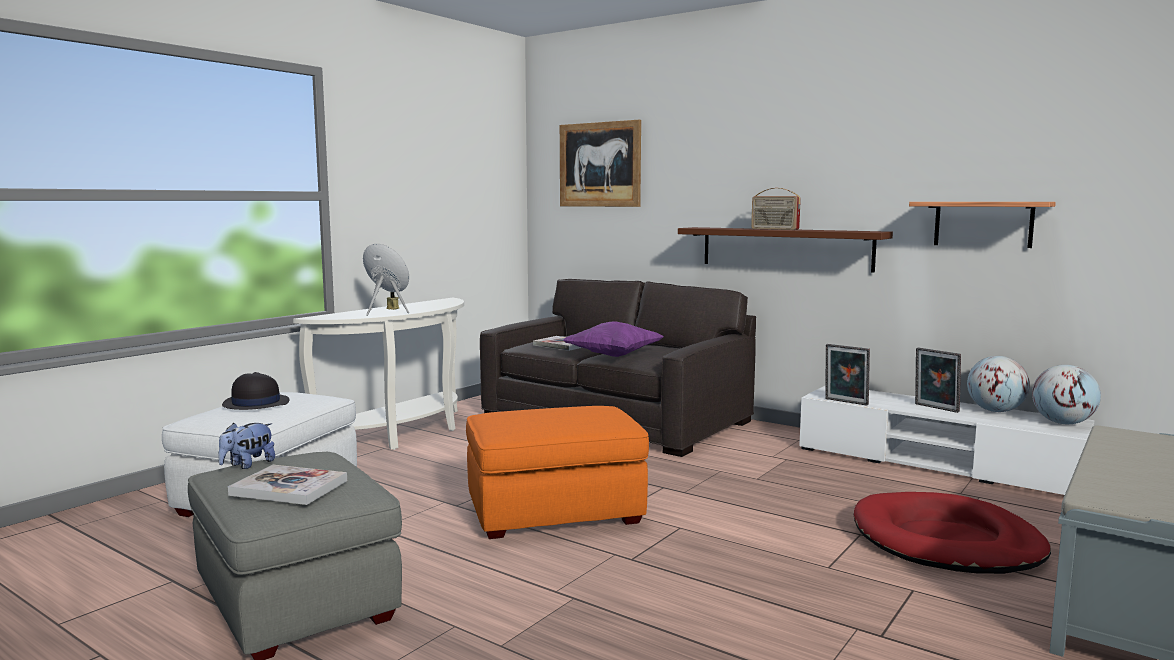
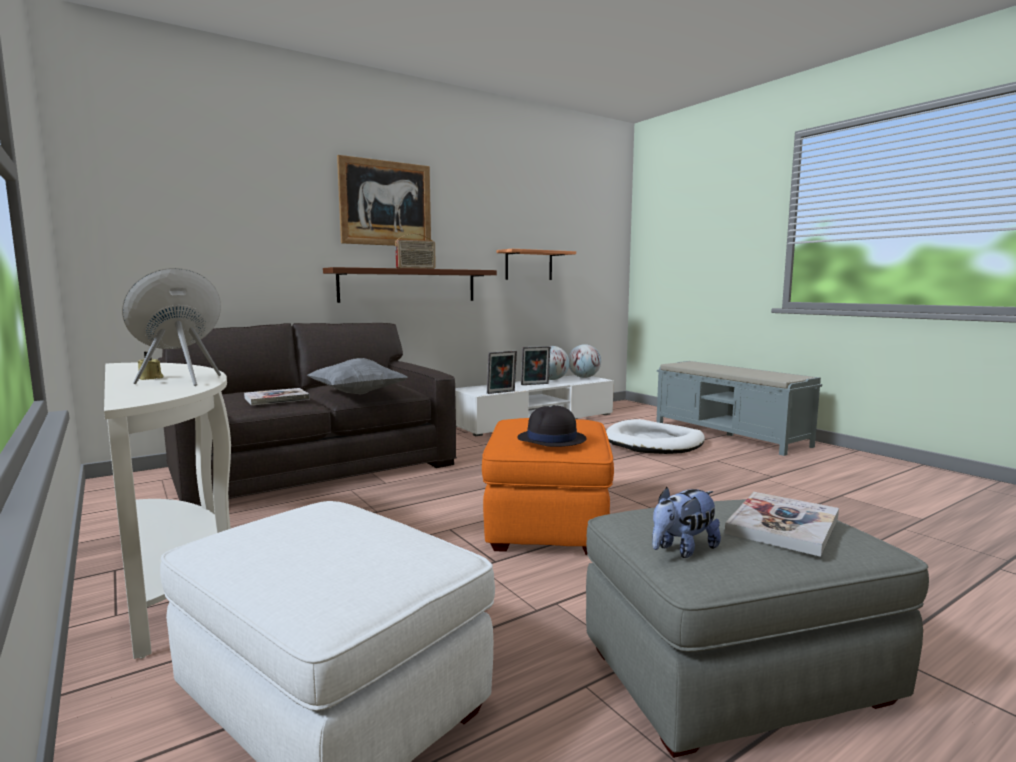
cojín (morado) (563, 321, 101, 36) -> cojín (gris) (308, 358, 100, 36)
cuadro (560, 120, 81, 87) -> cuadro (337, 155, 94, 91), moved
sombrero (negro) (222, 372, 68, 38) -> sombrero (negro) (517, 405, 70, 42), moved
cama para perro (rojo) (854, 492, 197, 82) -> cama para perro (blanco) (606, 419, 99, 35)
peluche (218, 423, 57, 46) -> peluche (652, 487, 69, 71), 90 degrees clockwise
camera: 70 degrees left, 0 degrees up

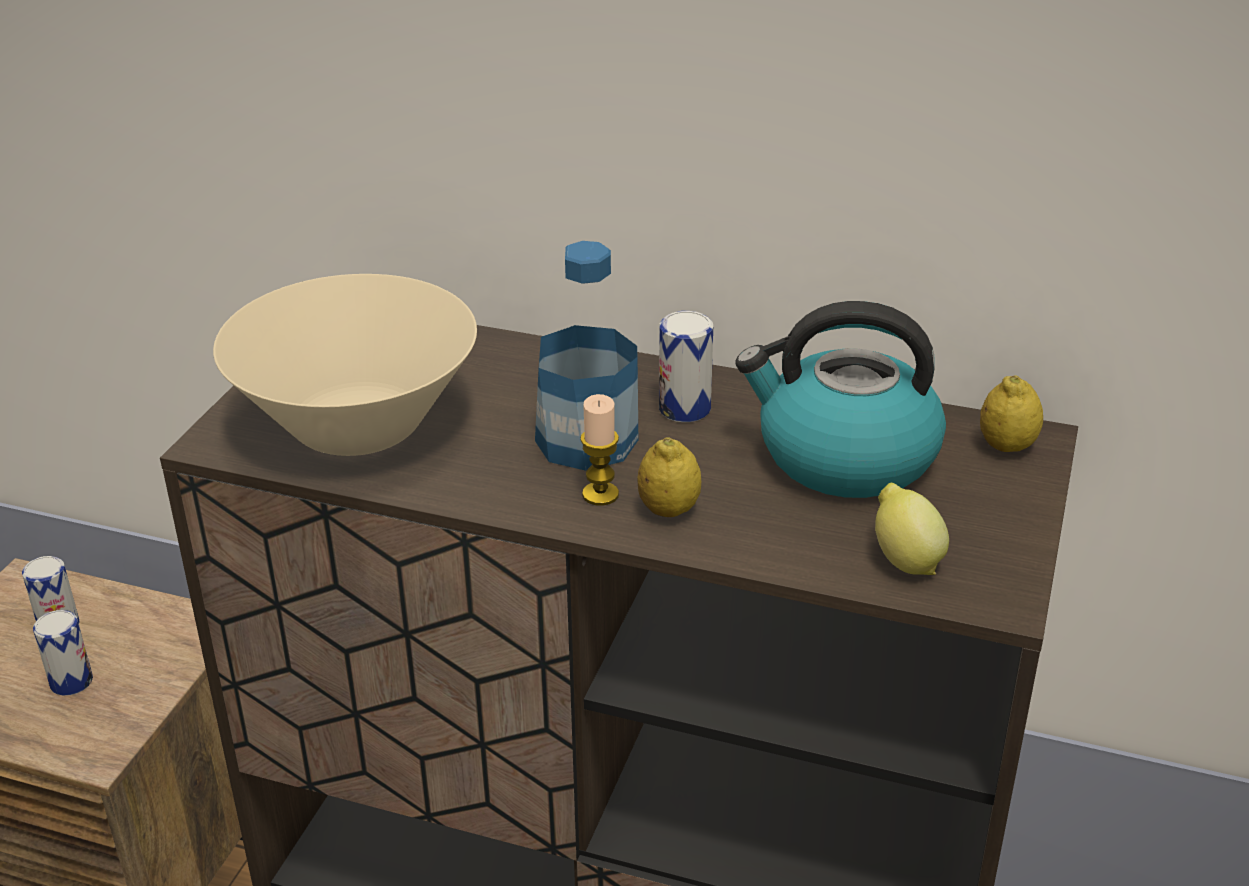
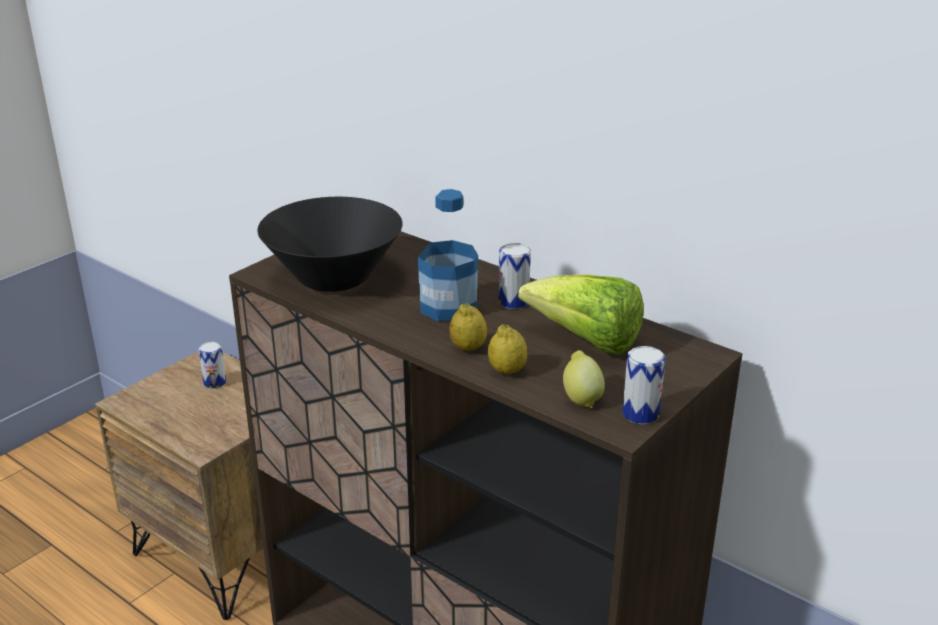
cuenco (beis) (213, 274, 264, 182) -> cuenco (negro) (258, 197, 145, 95)
limón (980, 376, 63, 76) -> limón (488, 325, 40, 49), moved
hervidor (735, 301, 211, 197) -> lechuga (518, 274, 125, 81)
lata (33, 610, 60, 86) -> lata (622, 346, 44, 78), moved
vela (580, 394, 39, 112) -> none
camera: 20 degrees right, 5 degrees down

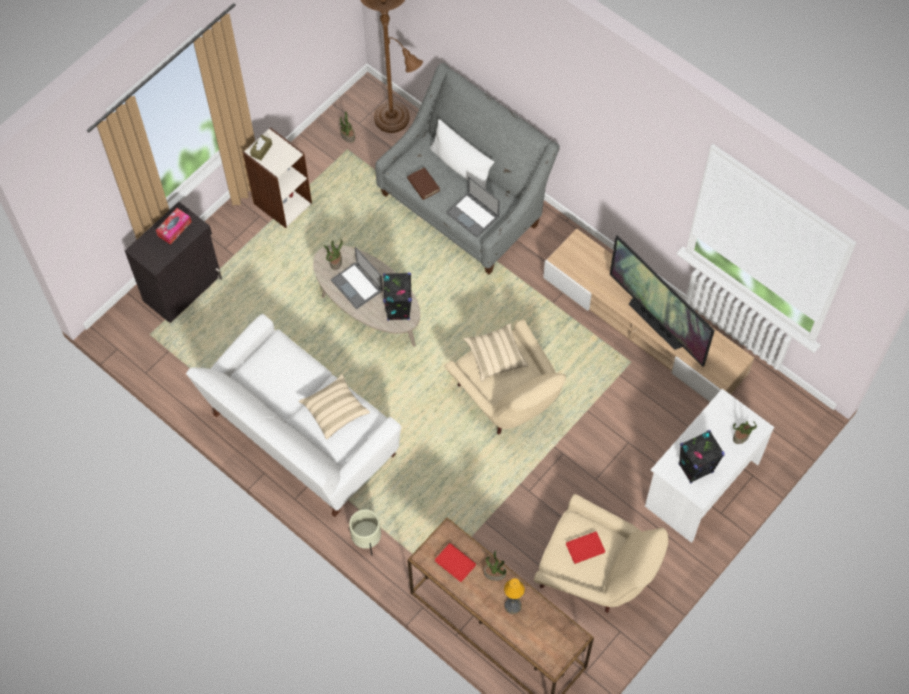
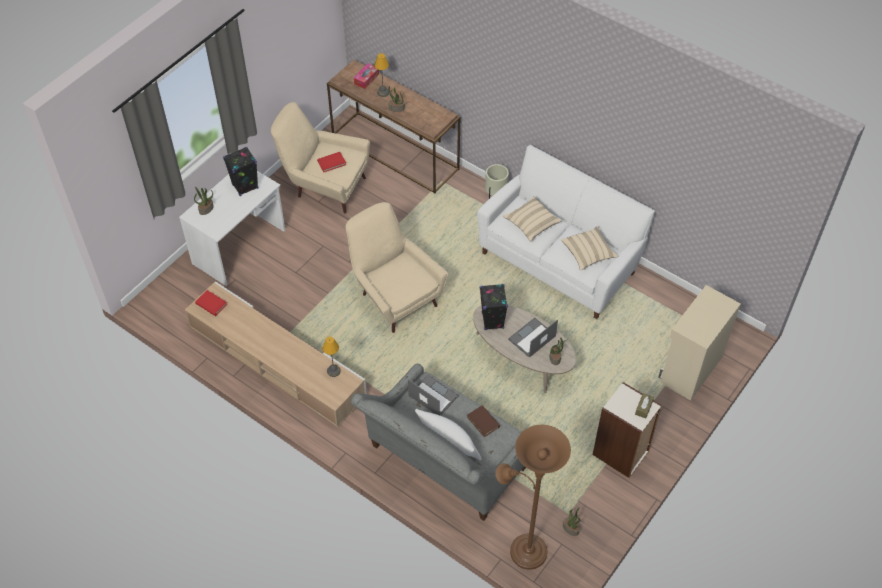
libro (rojo) (435, 543, 41, 39) -> libro (rojo) (195, 290, 32, 26), moved
none -> lámpara de mesa (323, 337, 18, 40)
caja de pañuelos (156, 208, 35, 37) -> caja de pañuelos (354, 63, 25, 26), moved
portátil (331, 247, 52, 62) -> portátil (508, 318, 50, 40), 90 degrees counterclockwise
cojín (beis) (464, 323, 64, 59) -> cojín (beis) (561, 226, 57, 44), moved
armario (negro) (125, 202, 97, 121) -> armario (beis) (658, 285, 83, 116)
televisor (610, 235, 105, 132) -> none
camera: 175 degrees right, 10 degrees down

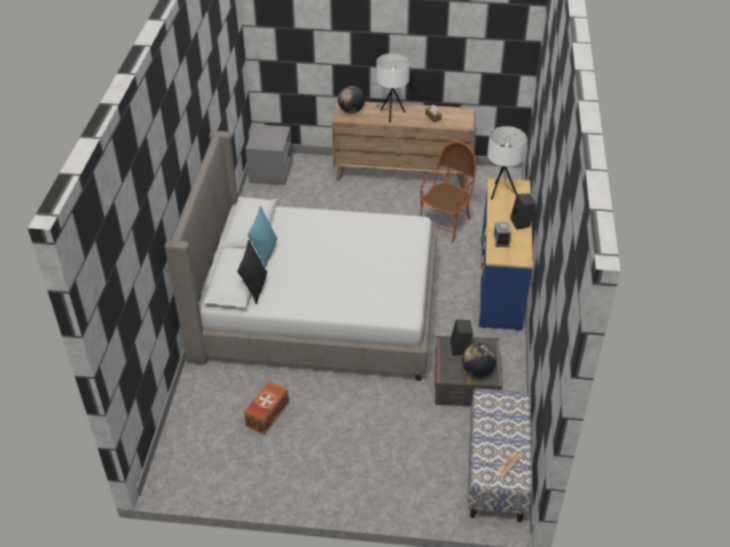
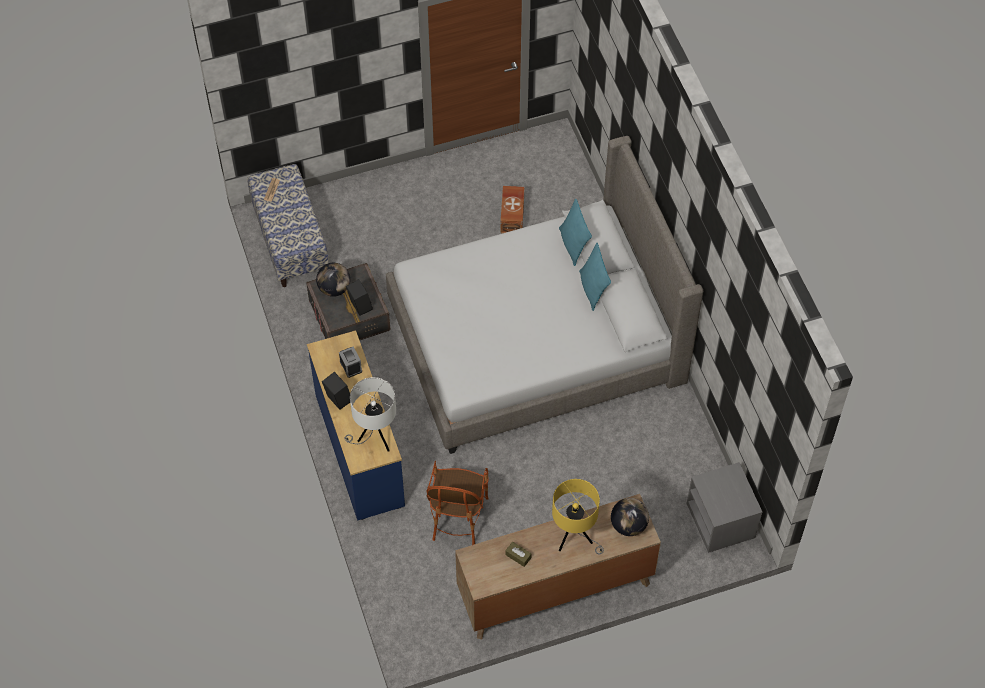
lámpara de mesa (blanco) (376, 53, 34, 69) -> lámpara de mesa (amarillo) (552, 479, 52, 75)
cojín (negro) (237, 240, 30, 64) -> cojín (turquesa) (559, 199, 33, 67)
camera: 155 degrees right, 15 degrees up

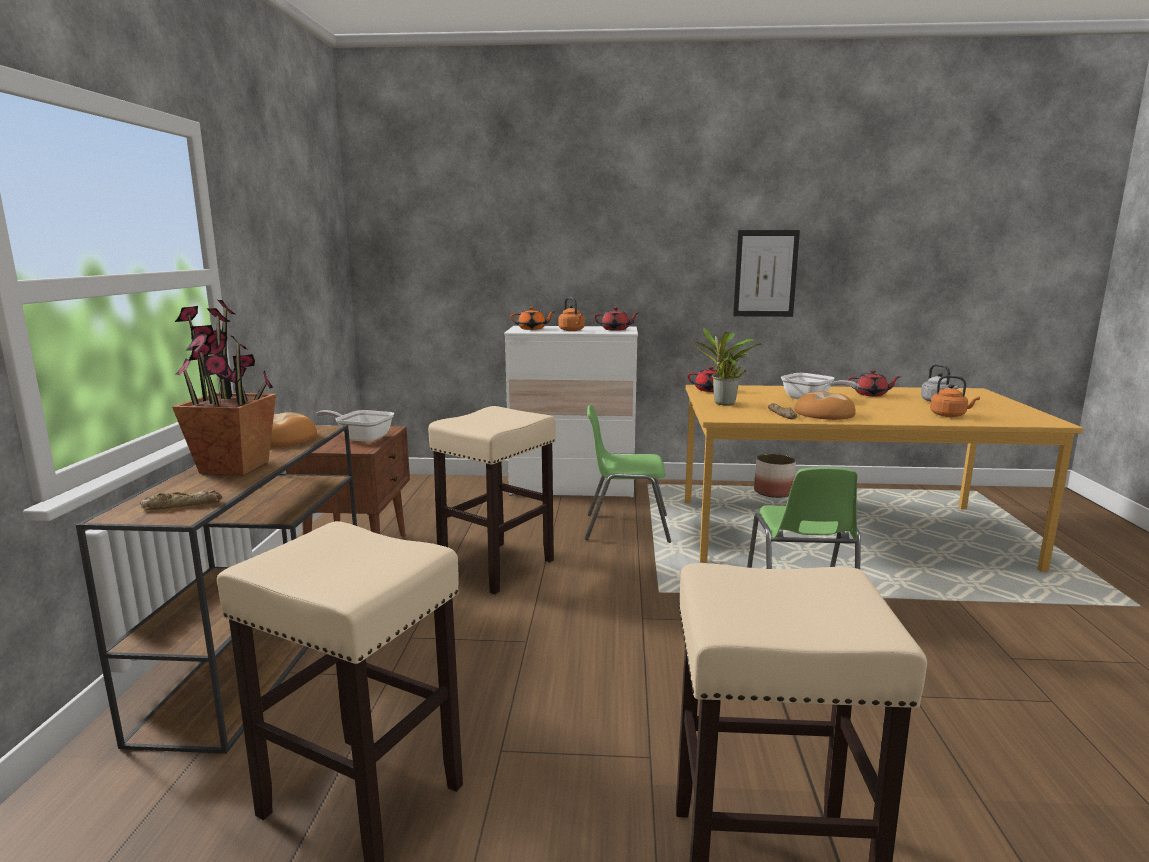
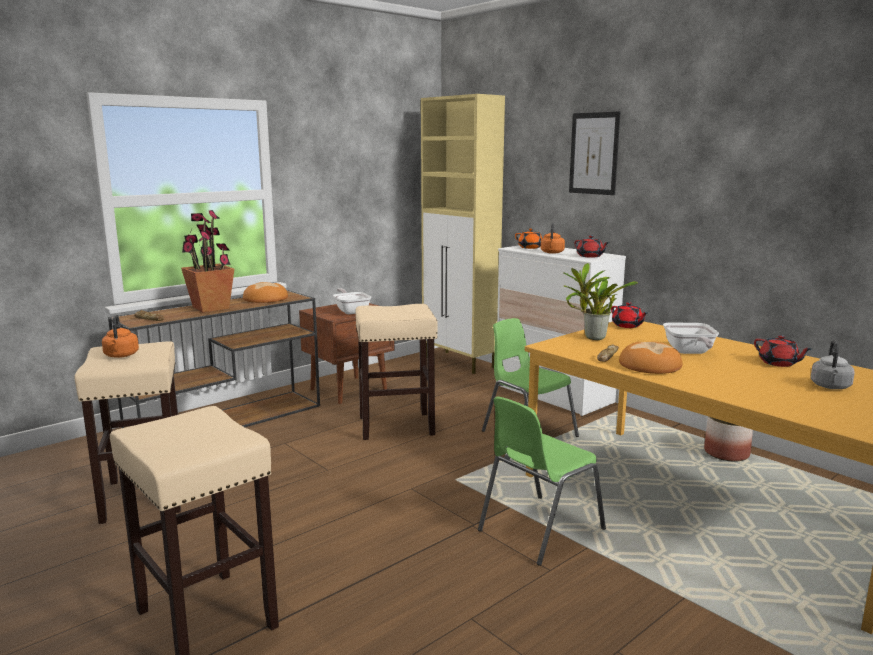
hervidor (naranja) (930, 375, 50, 42) -> hervidor (naranja) (102, 315, 37, 43), moved
none -> armario (beis) (421, 94, 84, 280)
cuadro (733, 230, 67, 87) -> cuadro (569, 111, 51, 84), moved
camera: 45 degrees right, 0 degrees up

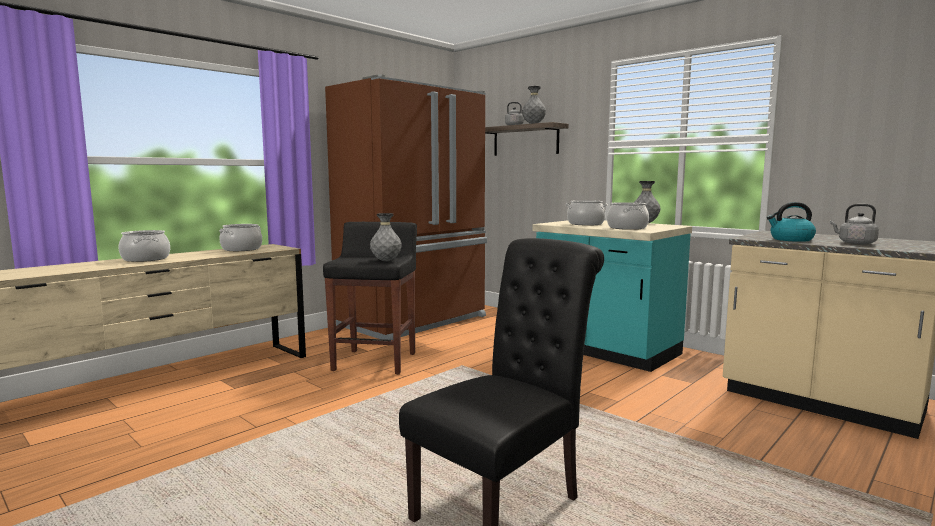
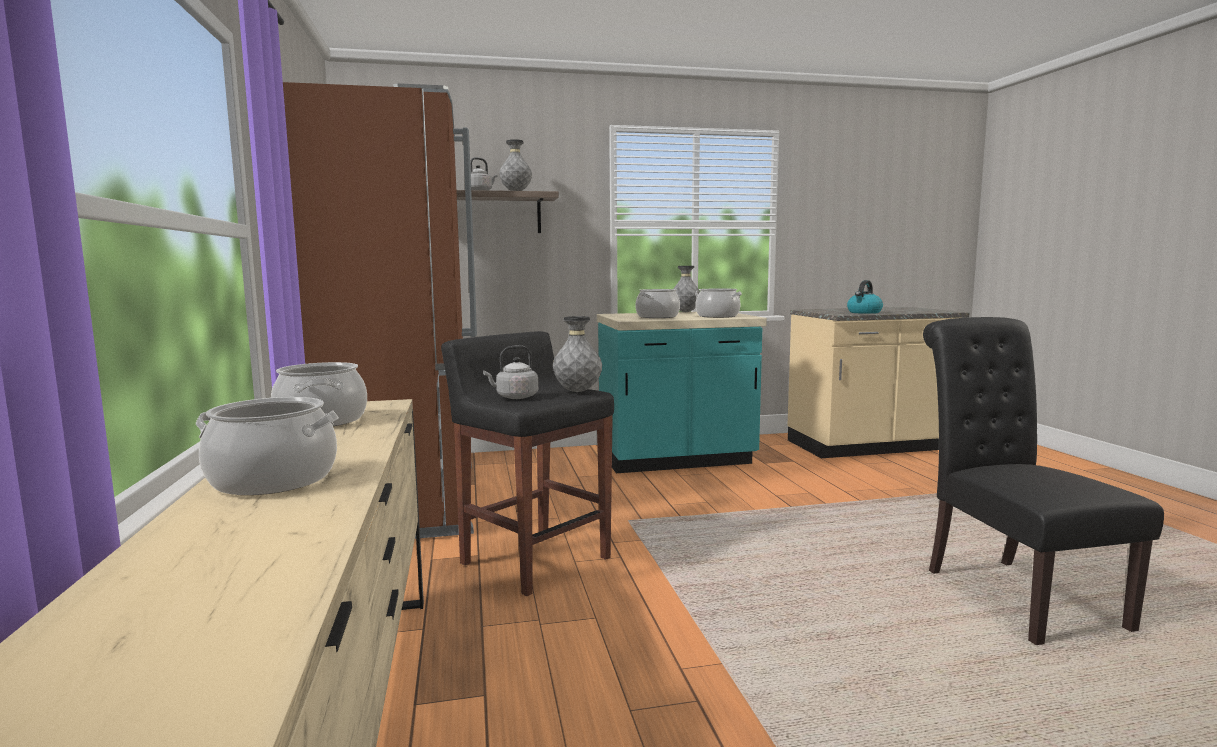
hervidor (gris) (830, 204, 49, 40) -> hervidor (gris) (483, 345, 55, 54), moved
camera: 55 degrees left, 0 degrees up

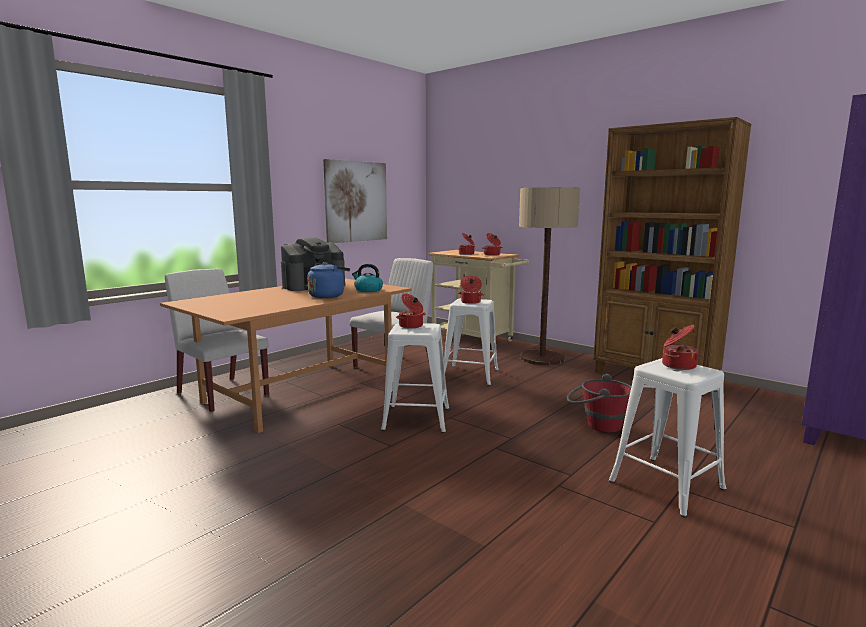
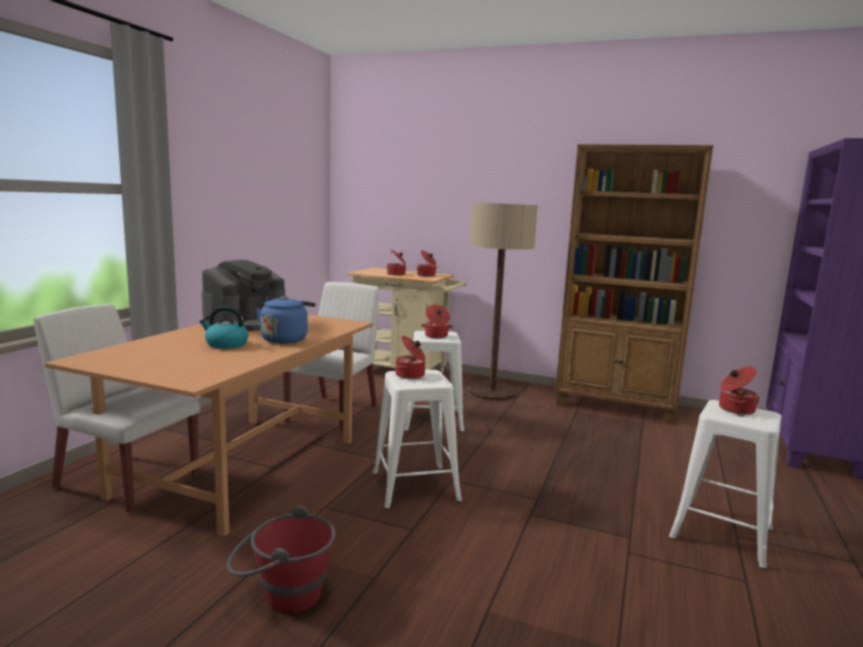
hervidor (352, 264, 31, 28) -> hervidor (199, 306, 49, 43), moved
cubo (rojo) (567, 374, 65, 58) -> cubo (rojo) (227, 505, 109, 108), moved
cuadro (323, 159, 64, 84) -> none
camera: 20 degrees left, 0 degrees up

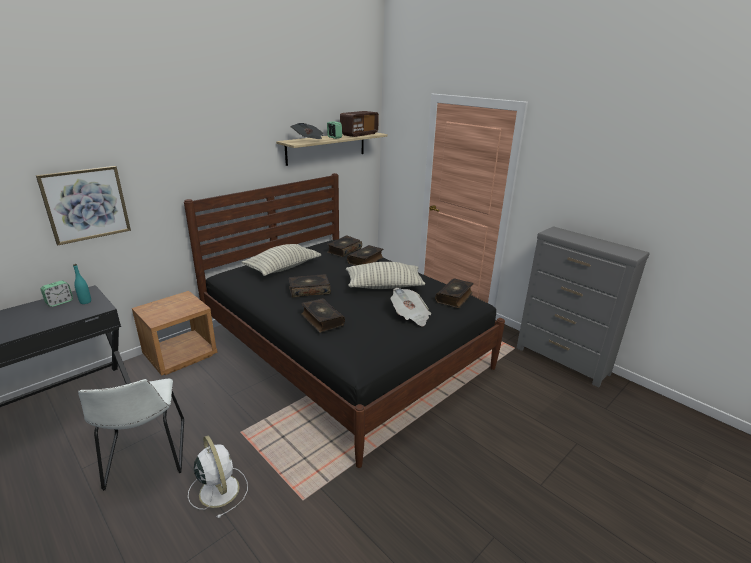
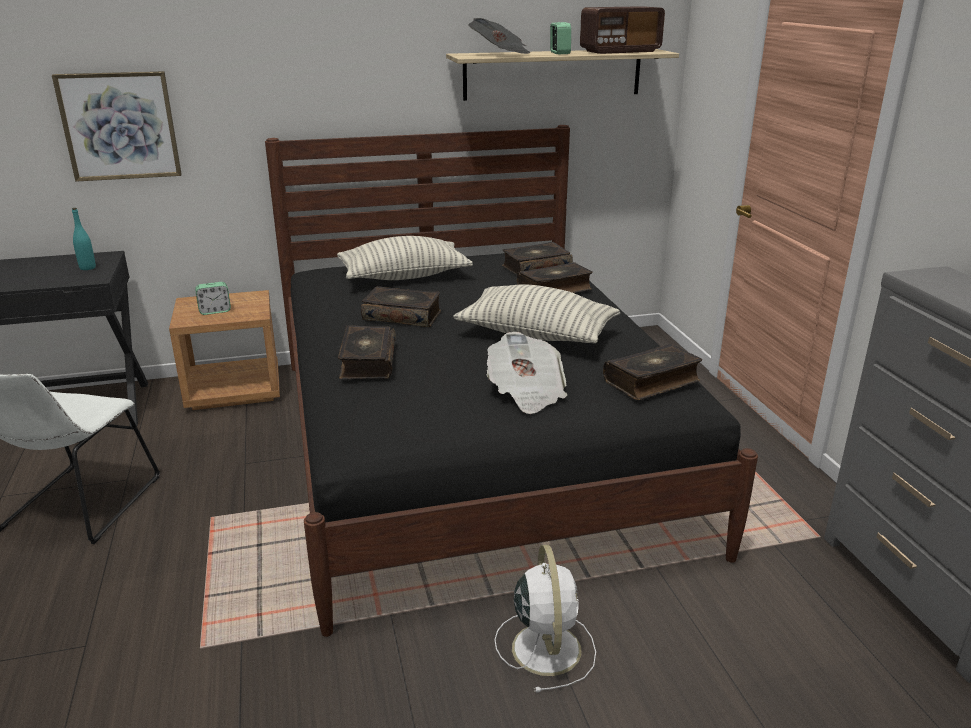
despertador (41, 281, 32, 26) -> despertador (195, 282, 36, 33), moved
ventilador (blanco) (188, 436, 60, 82) -> ventilador (blanco) (494, 545, 102, 148), moved
camera: 30 degrees right, 0 degrees up

